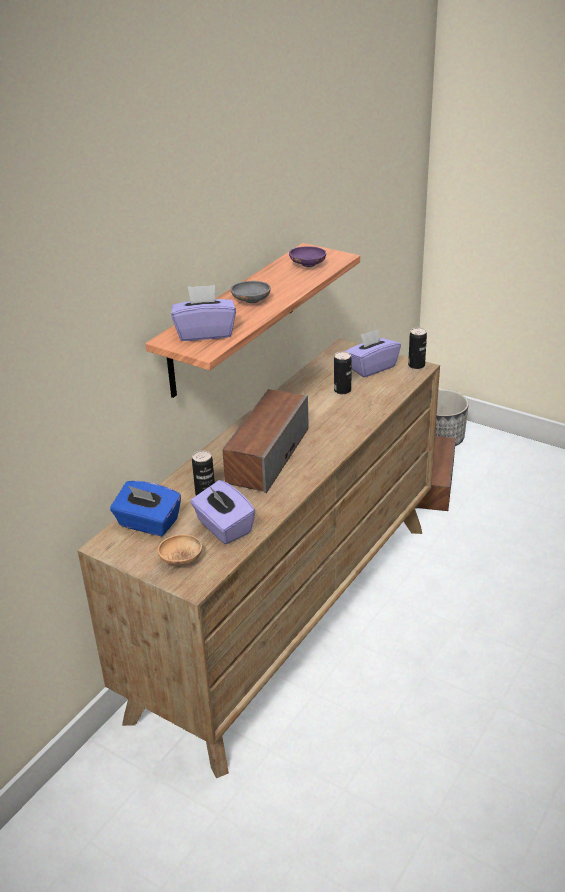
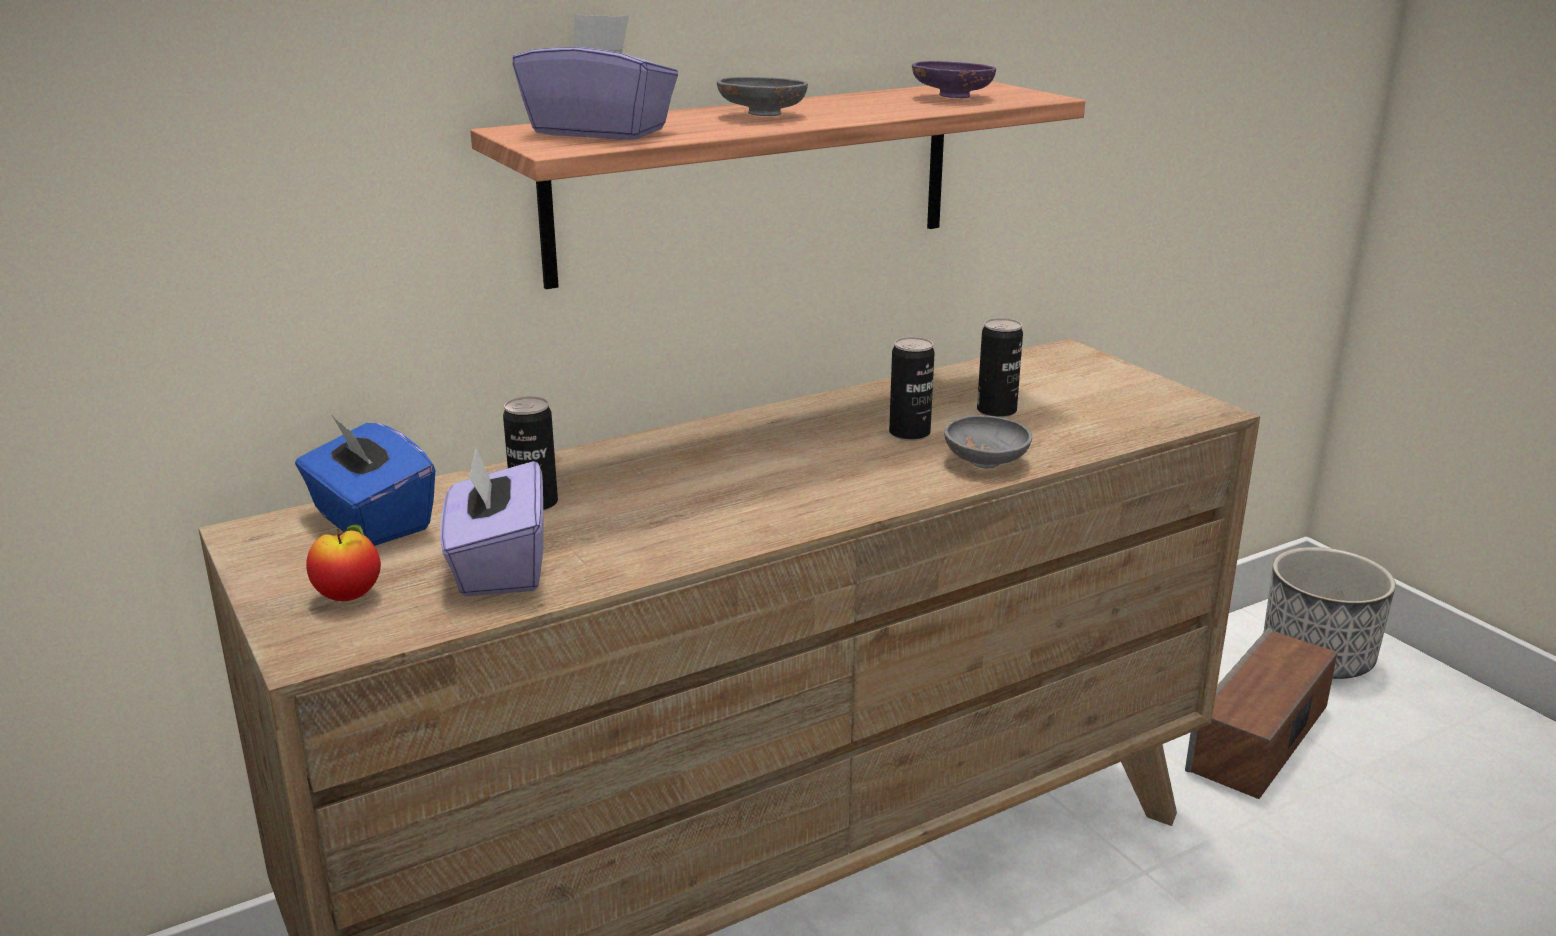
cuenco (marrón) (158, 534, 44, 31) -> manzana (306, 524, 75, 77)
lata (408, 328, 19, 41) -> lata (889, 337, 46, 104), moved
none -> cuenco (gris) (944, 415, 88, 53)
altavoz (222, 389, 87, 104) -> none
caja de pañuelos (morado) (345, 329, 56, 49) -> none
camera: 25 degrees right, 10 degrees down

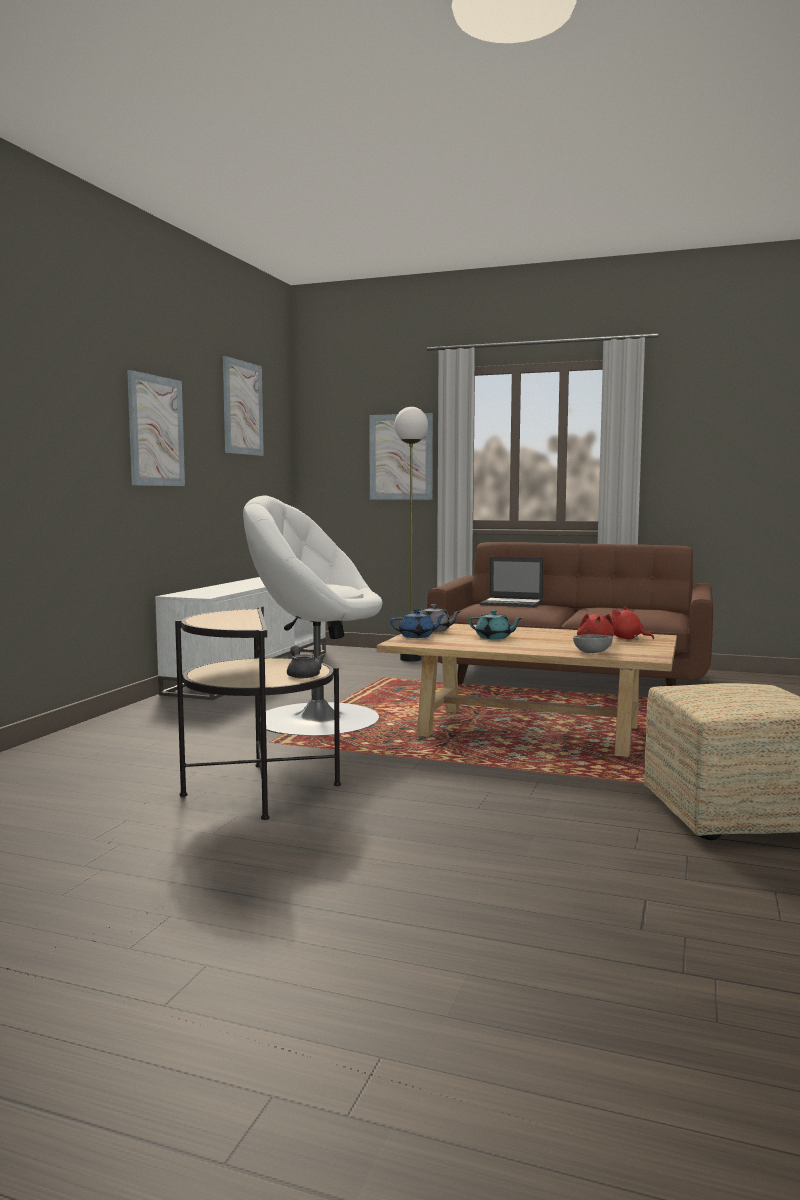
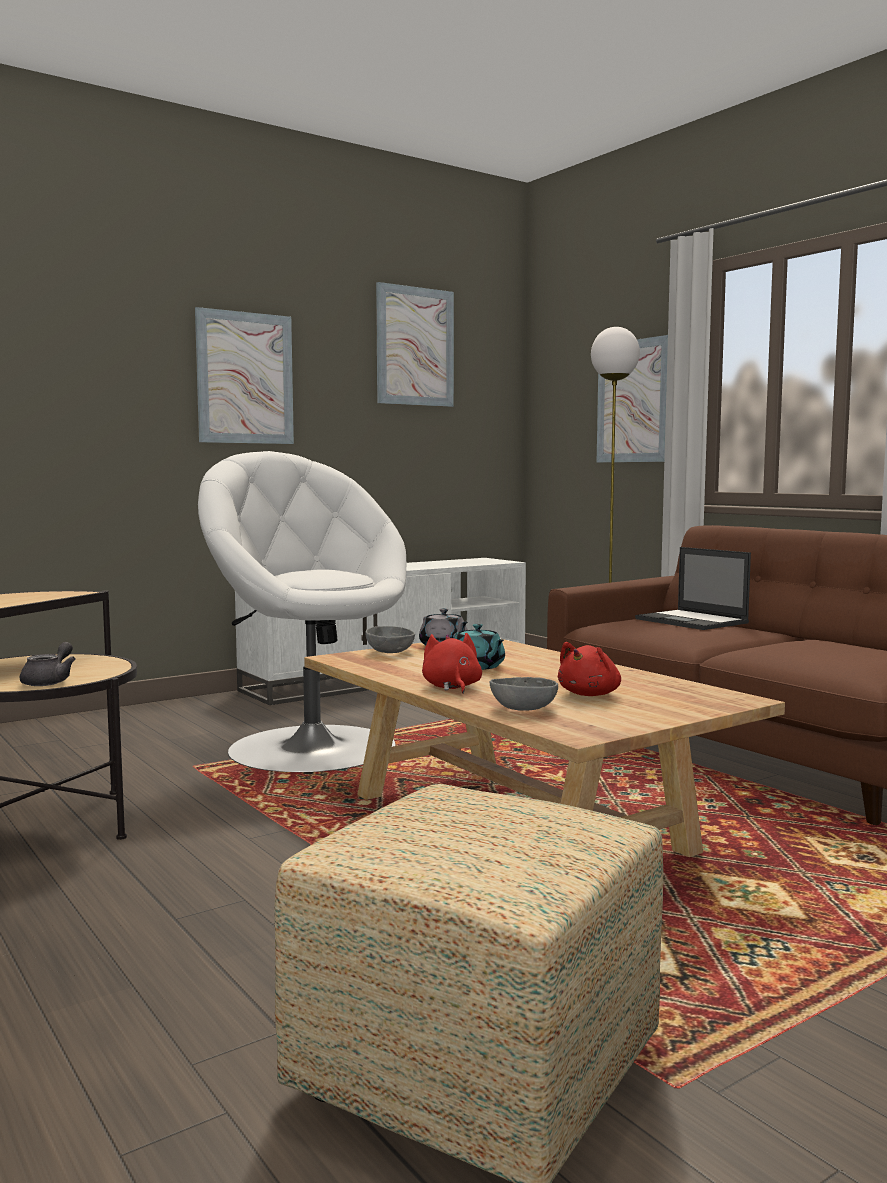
tetera (azul) (390, 609, 56, 29) -> cuenco (gris) (365, 626, 50, 27)
peluche (rojo) (612, 607, 42, 33) -> peluche (rojo) (422, 633, 60, 61), moved
camera: 35 degrees right, 0 degrees up

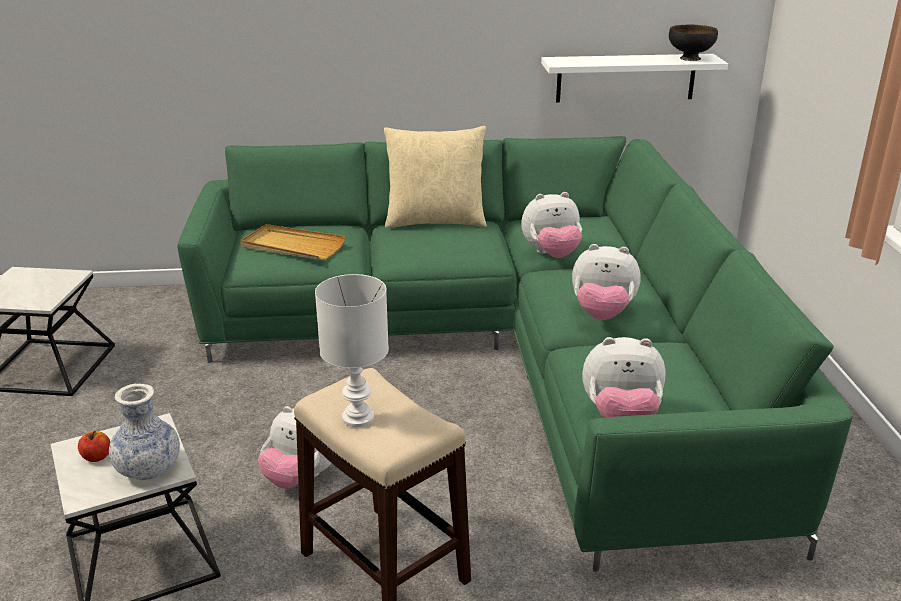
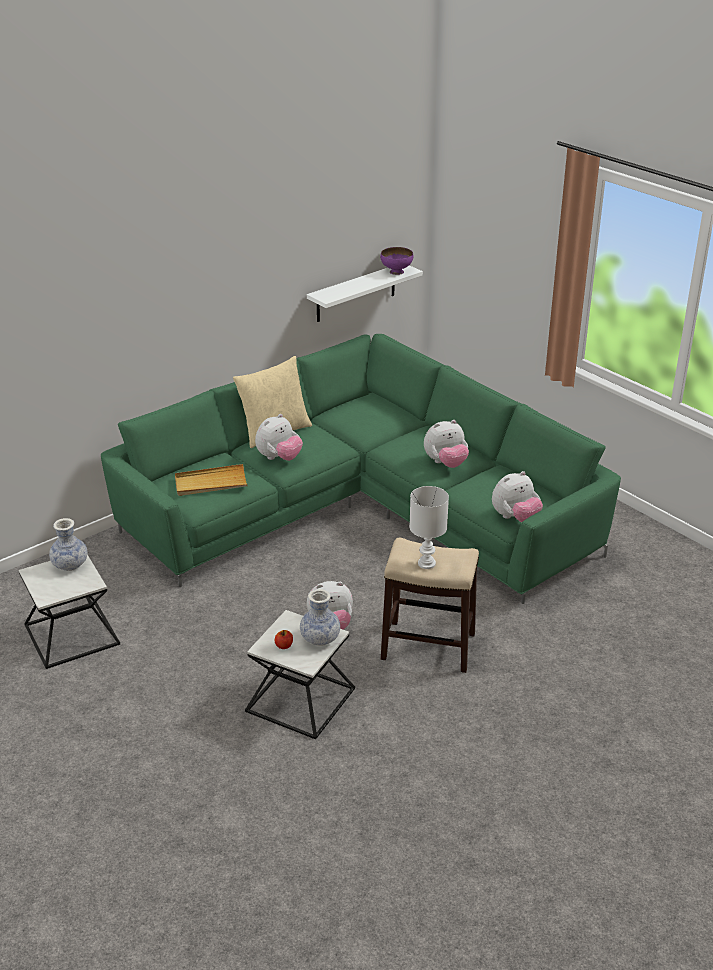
none -> florero (49, 518, 39, 53)
peluche (521, 192, 61, 66) -> peluche (255, 414, 48, 47), moved
cuenco (negro) (669, 25, 49, 36) -> cuenco (morado) (380, 247, 33, 28)
camera: 35 degrees left, 5 degrees up

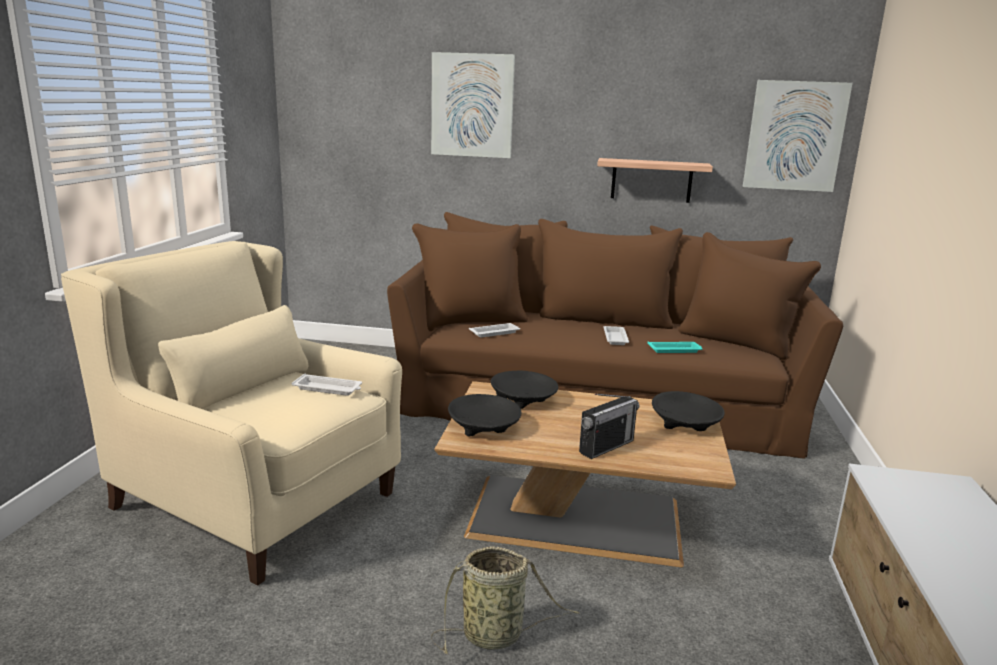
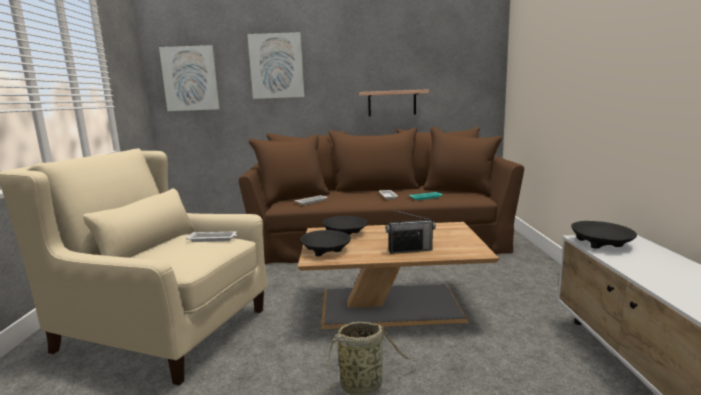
cuadro (743, 80, 110, 112) -> cuadro (159, 45, 60, 66), moved
radio (579, 394, 60, 65) -> radio (385, 210, 51, 44), 45 degrees clockwise
cuenco (negro) (652, 391, 73, 40) -> cuenco (negro) (571, 221, 66, 28), moved
camera: 10 degrees left, 5 degrees down

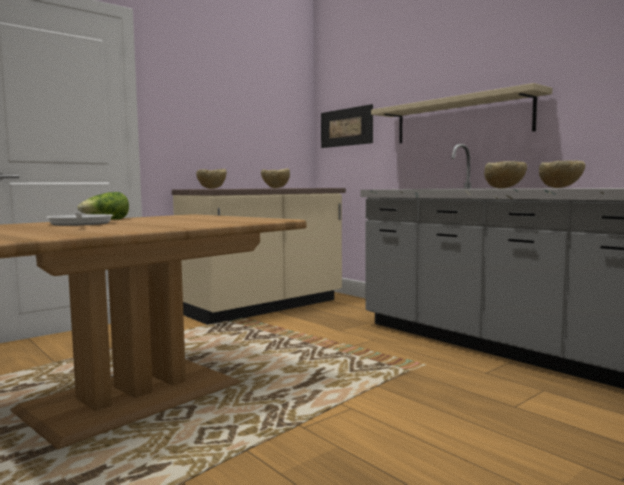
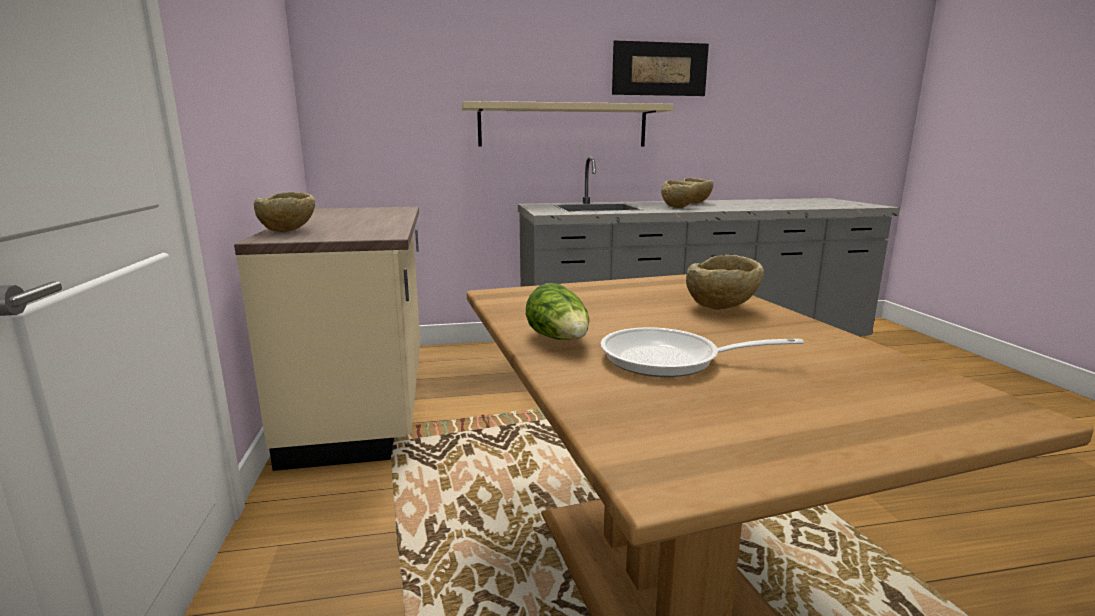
cuadro (321, 104, 52, 44) -> cuadro (612, 40, 97, 56), moved
cuenco (beis) (261, 168, 29, 20) -> cuenco (beis) (686, 255, 78, 55), moved
camera: 60 degrees left, 10 degrees up

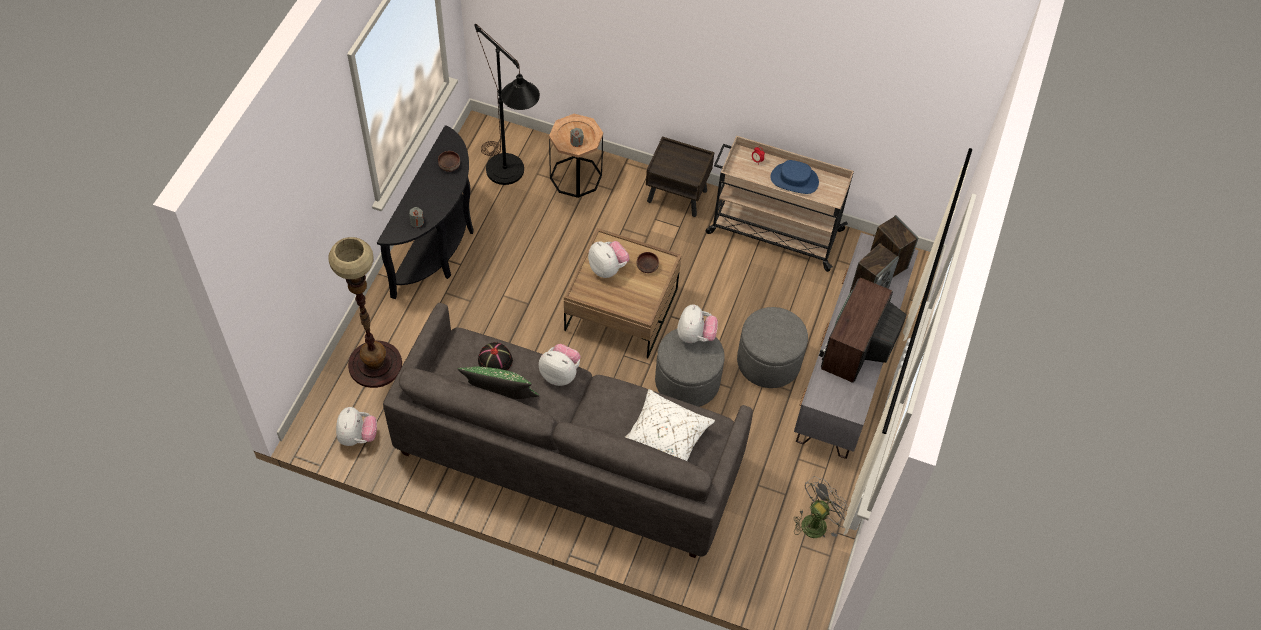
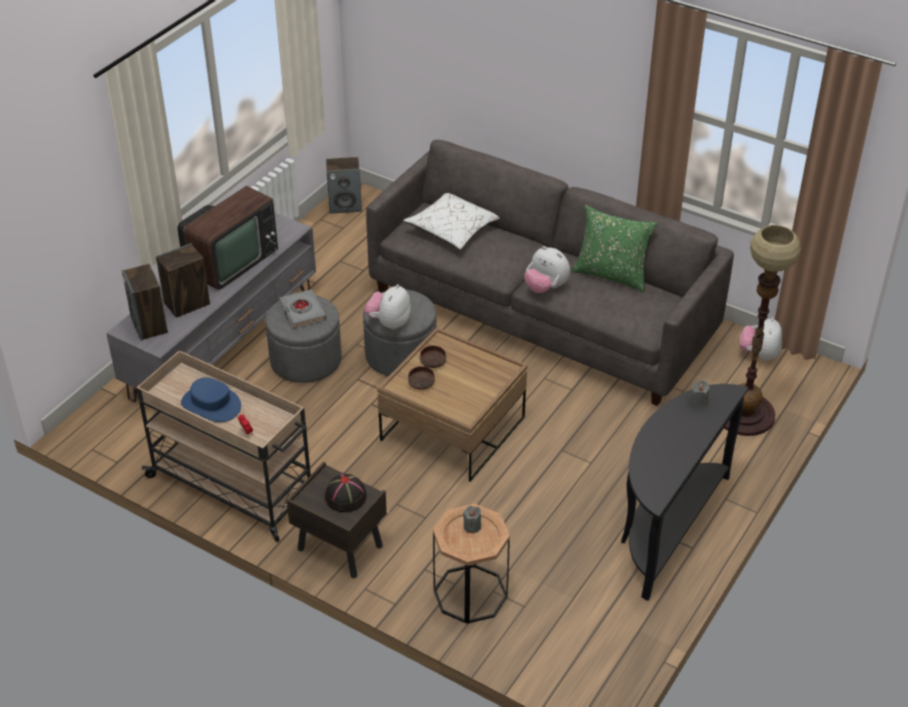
none -> libro (gris) (279, 289, 47, 40)
sombrero (negro) (478, 342, 35, 28) -> sombrero (negro) (325, 474, 42, 38), moved
none -> altavoz (326, 157, 36, 57)
cuenco (marrón) (438, 151, 22, 21) -> cuenco (marrón) (420, 345, 26, 23), moved
lámpara de pie (negro) (475, 24, 65, 161) -> none
peluche (588, 241, 42, 37) -> none
ventilador (gris) (794, 476, 55, 62) -> none
camera: 165 degrees left, 15 degrees down

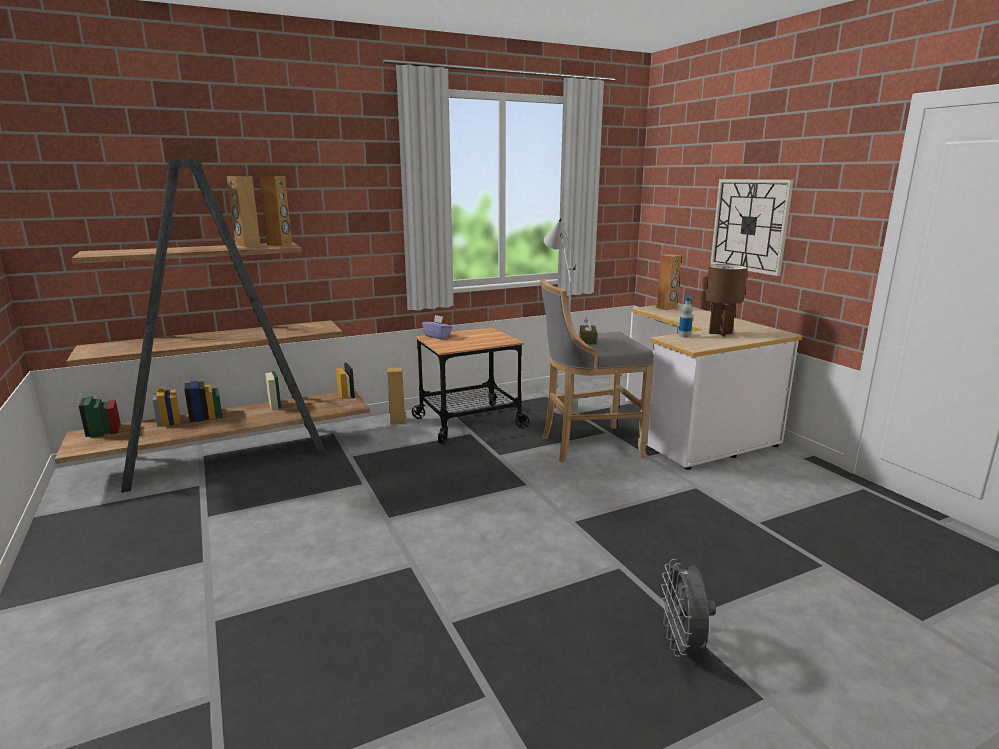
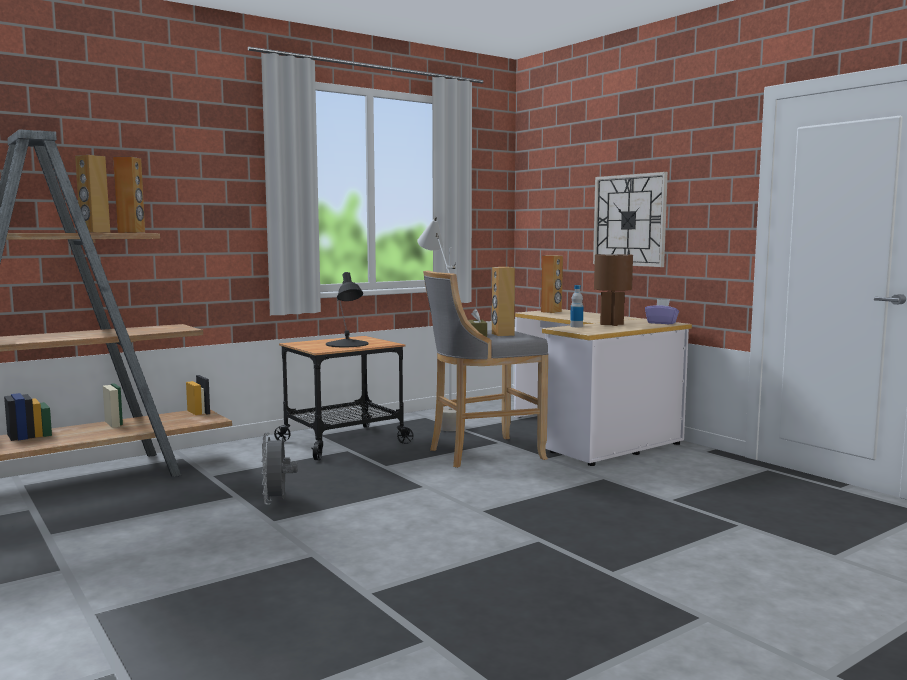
ventilador (gris) (661, 559, 55, 98) -> ventilador (gris) (261, 432, 37, 73), moved
none -> lámpara de mesa (negro) (326, 272, 42, 75)
altavoz (marrón) (388, 367, 17, 57) -> altavoz (marrón) (492, 267, 23, 69), moved
caja de pañuelos (morado) (422, 315, 30, 24) -> caja de pañuelos (morado) (645, 299, 34, 25), moved
camera: 10 degrees left, 10 degrees down

